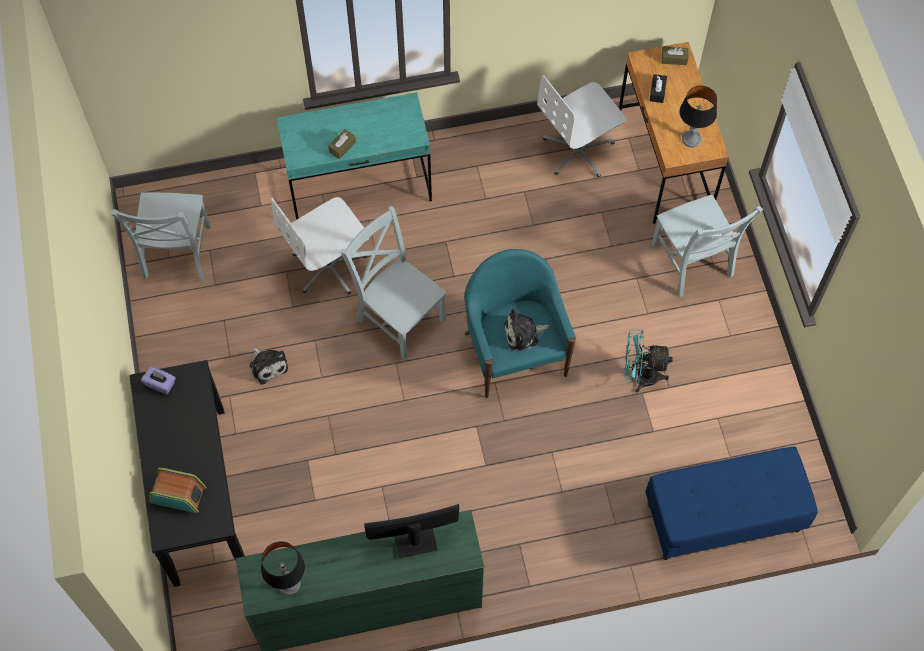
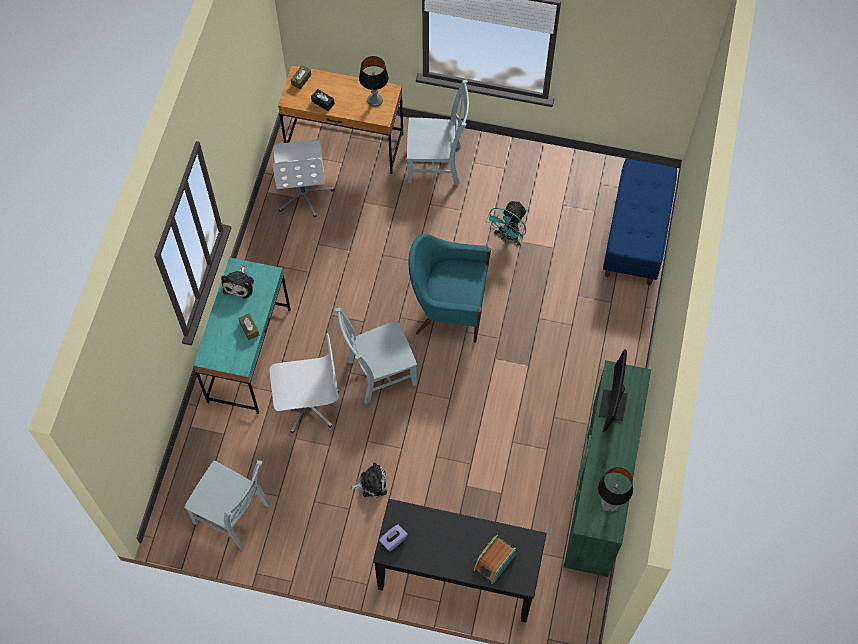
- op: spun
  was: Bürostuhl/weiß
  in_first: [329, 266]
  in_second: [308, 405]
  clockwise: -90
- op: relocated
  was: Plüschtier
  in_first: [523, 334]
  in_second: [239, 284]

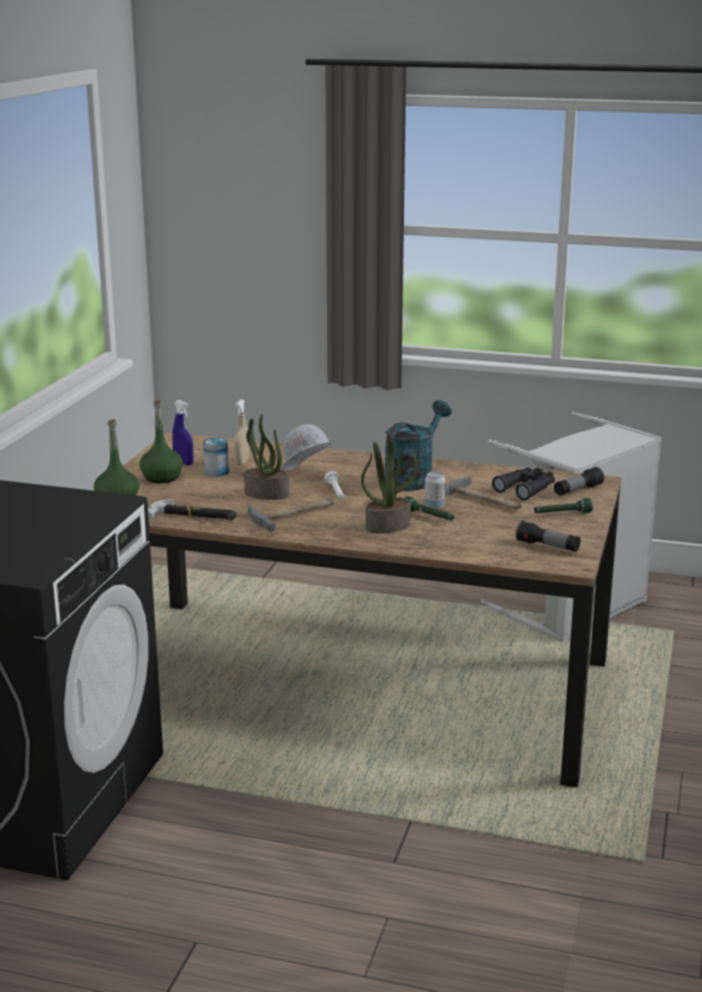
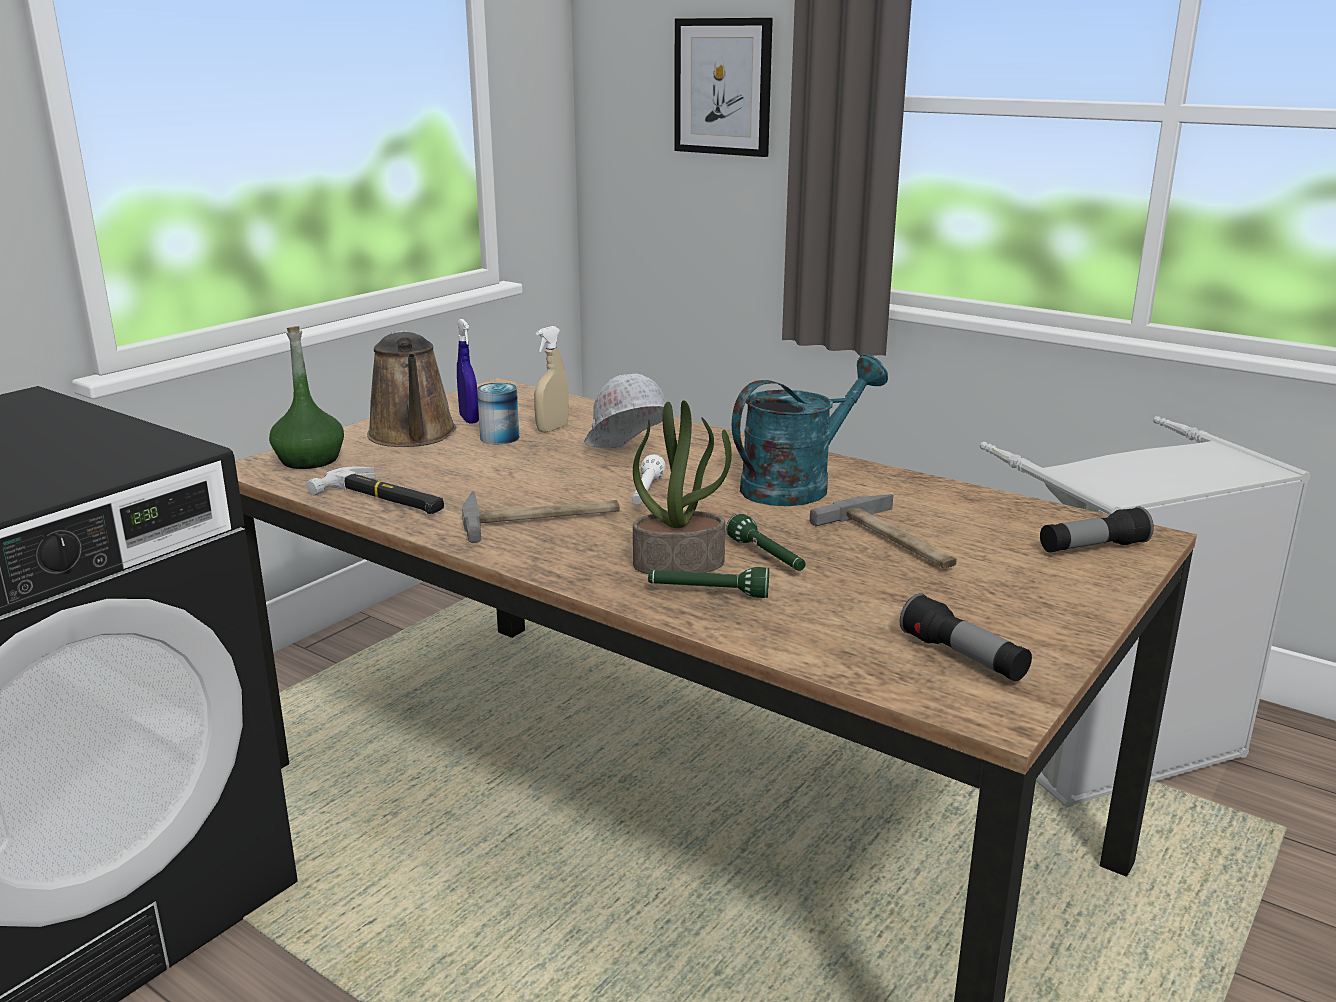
- op: exchanged
  was: Flasche/grün
  now: Gießkanne/braun
  in_first: [162, 477]
  in_second: [413, 436]
- op: missing
  was: Topfpflanze
  in_first: [266, 494]
- op: missing
  was: Fernglas/schwarz
  in_first: [527, 489]
- op: missing
  was: Dose
  in_first: [434, 507]
- op: relocated
  was: Taschenlampe/grün
  in_first: [562, 514]
  in_second: [708, 593]
- op: appeared
  now: Bild
  in_second: [723, 87]

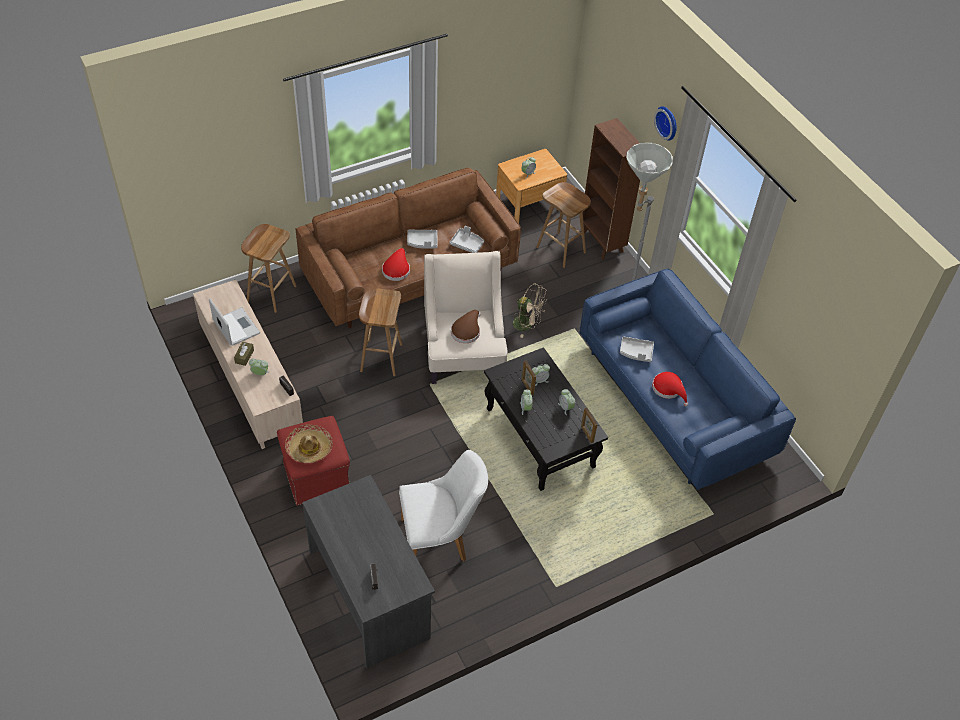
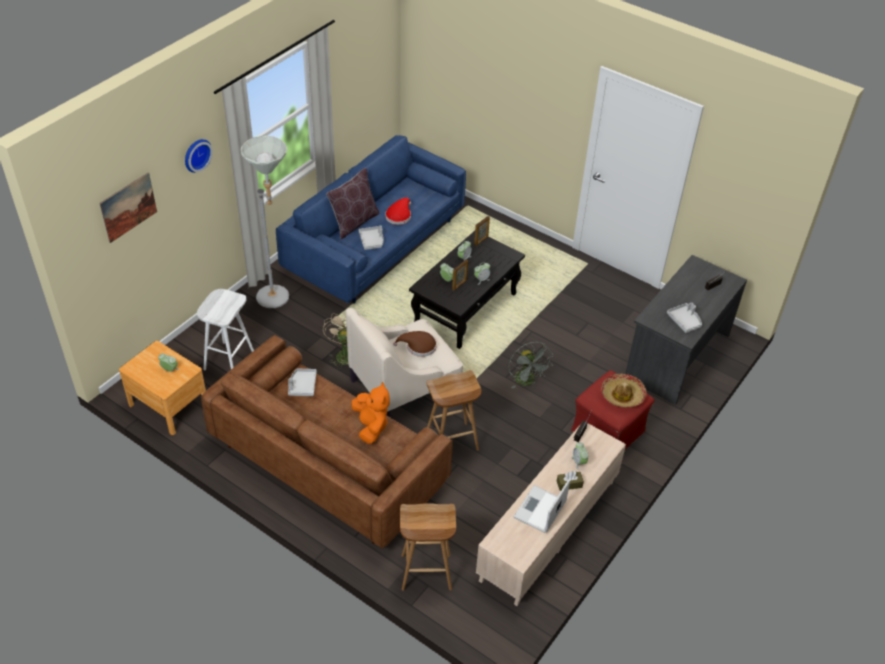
- op: missing
  was: Bücherregal/braun
  in_first: [602, 243]
- op: colour
  was: Hocker/braun
  now: Hocker/weiß
  in_first: [561, 250]
  in_second: [229, 359]
- op: relocated
  was: Tablett/grau
  in_first: [422, 242]
  in_second: [684, 321]
- op: exchanged
  was: Hut/rot
  now: Plüschtier/orange
  in_first: [396, 269]
  in_second: [371, 426]
- op: missing
  was: Stuhl/weiß
  in_first: [440, 539]
- op: appeared
  now: Kissen/braun
  in_second: [354, 222]
- op: appeared
  now: Bild
  in_second: [128, 207]
- op: appeared
  now: Ventilator/grau
  in_second: [527, 381]

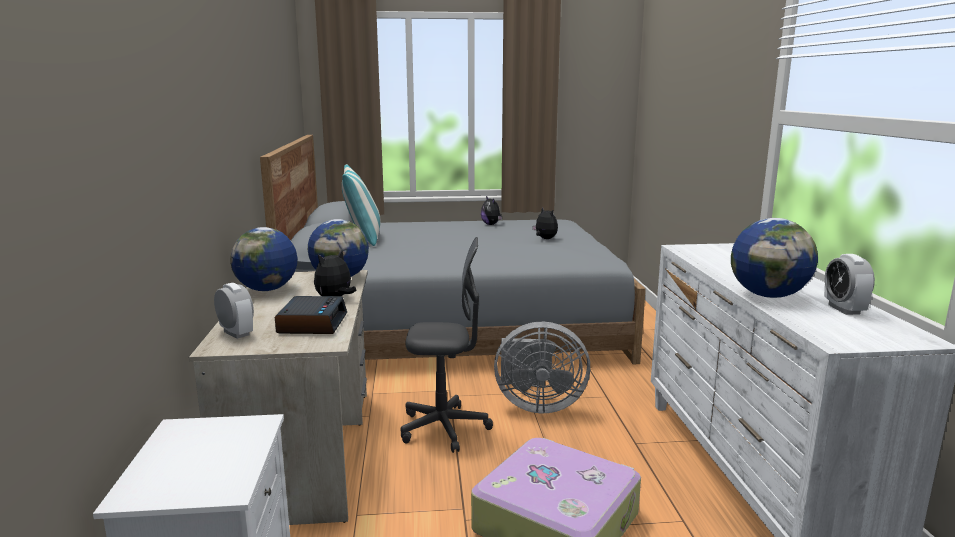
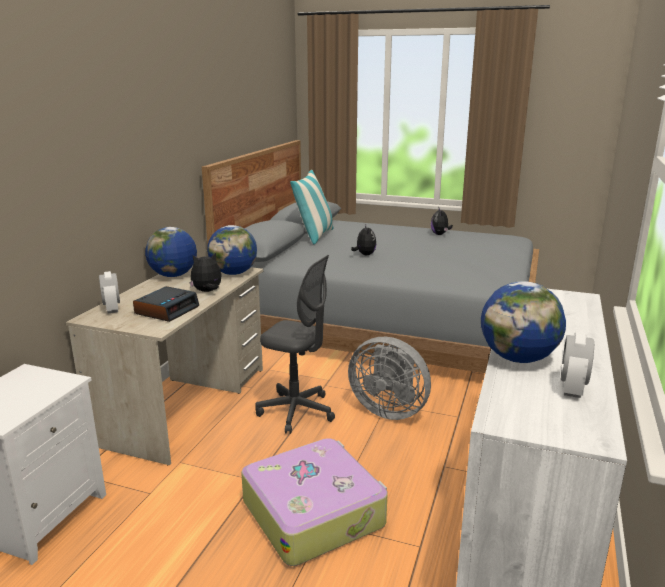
- op: relocated
  was: Plüschtier
  in_first: [544, 239]
  in_second: [364, 254]

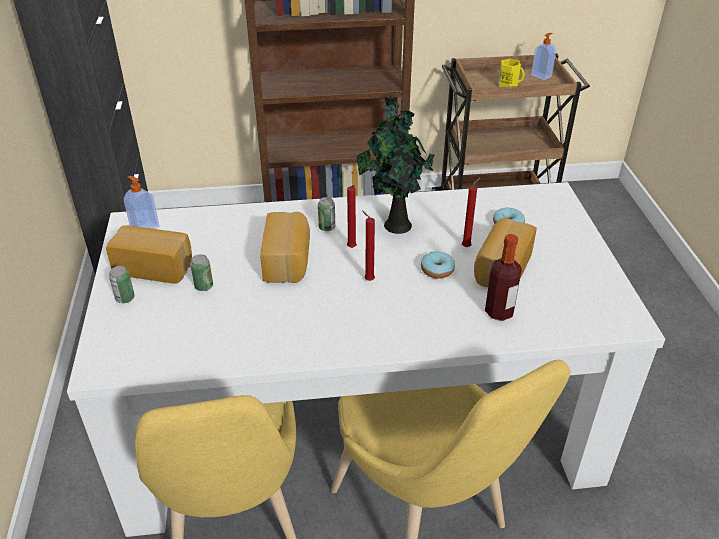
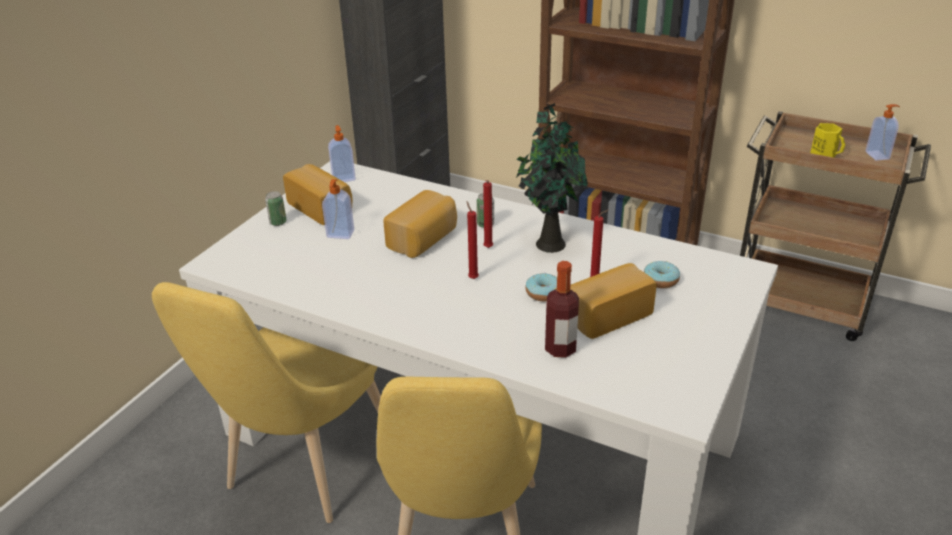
- op: exchanged
  was: Dose
  now: Seifenspender
  in_first: [204, 286]
  in_second: [340, 234]

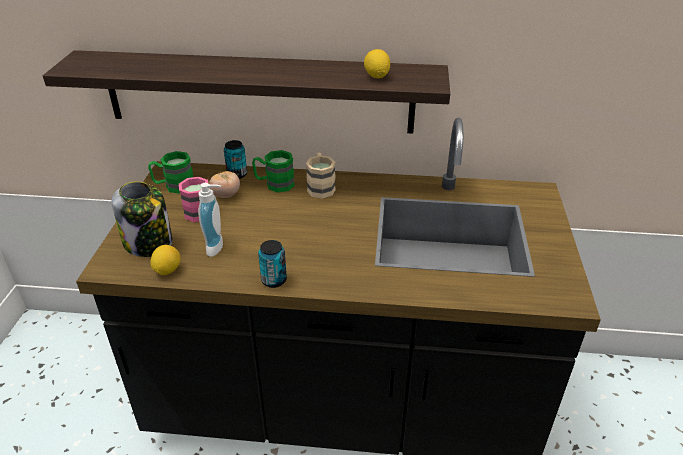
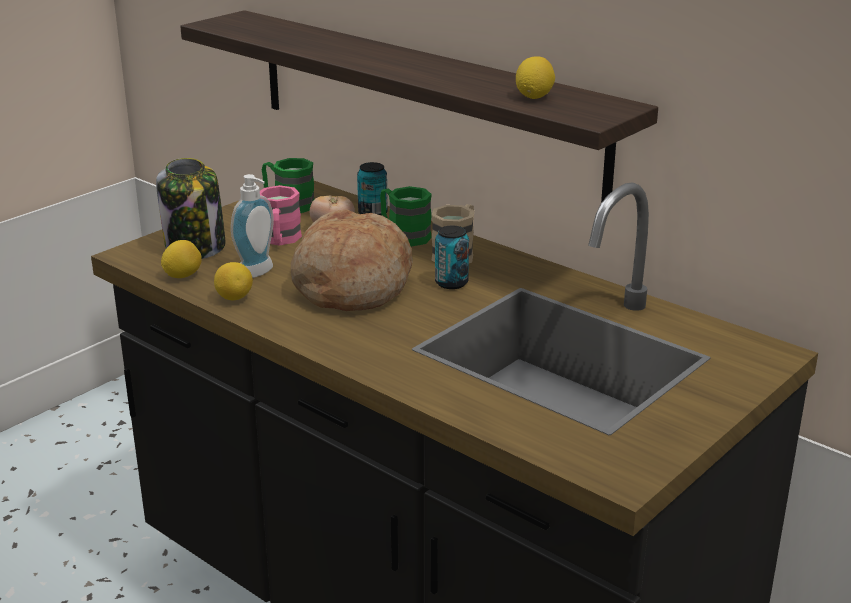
- op: relocated
  was: Dose
  in_first: [274, 280]
  in_second: [451, 283]
- op: appeared
  now: Brot
  in_second: [351, 285]
- op: appeared
  now: Zitrone
  in_second: [234, 298]

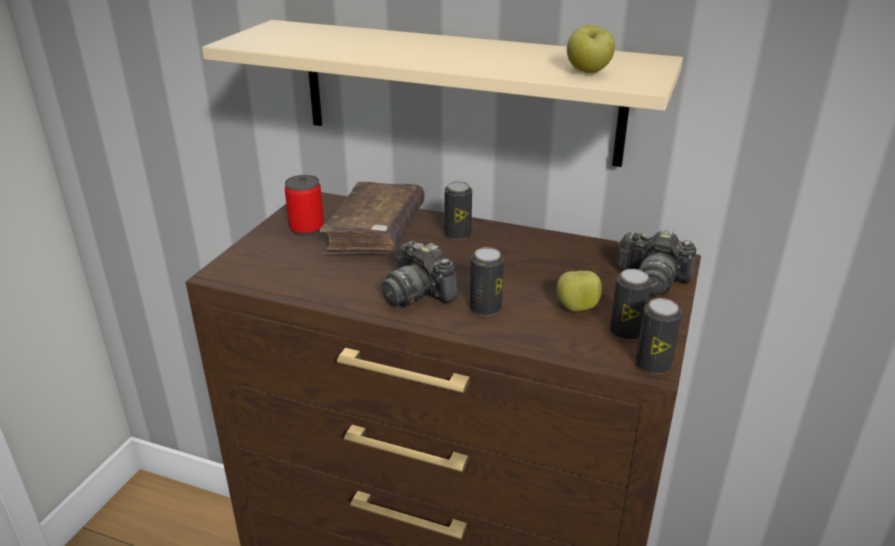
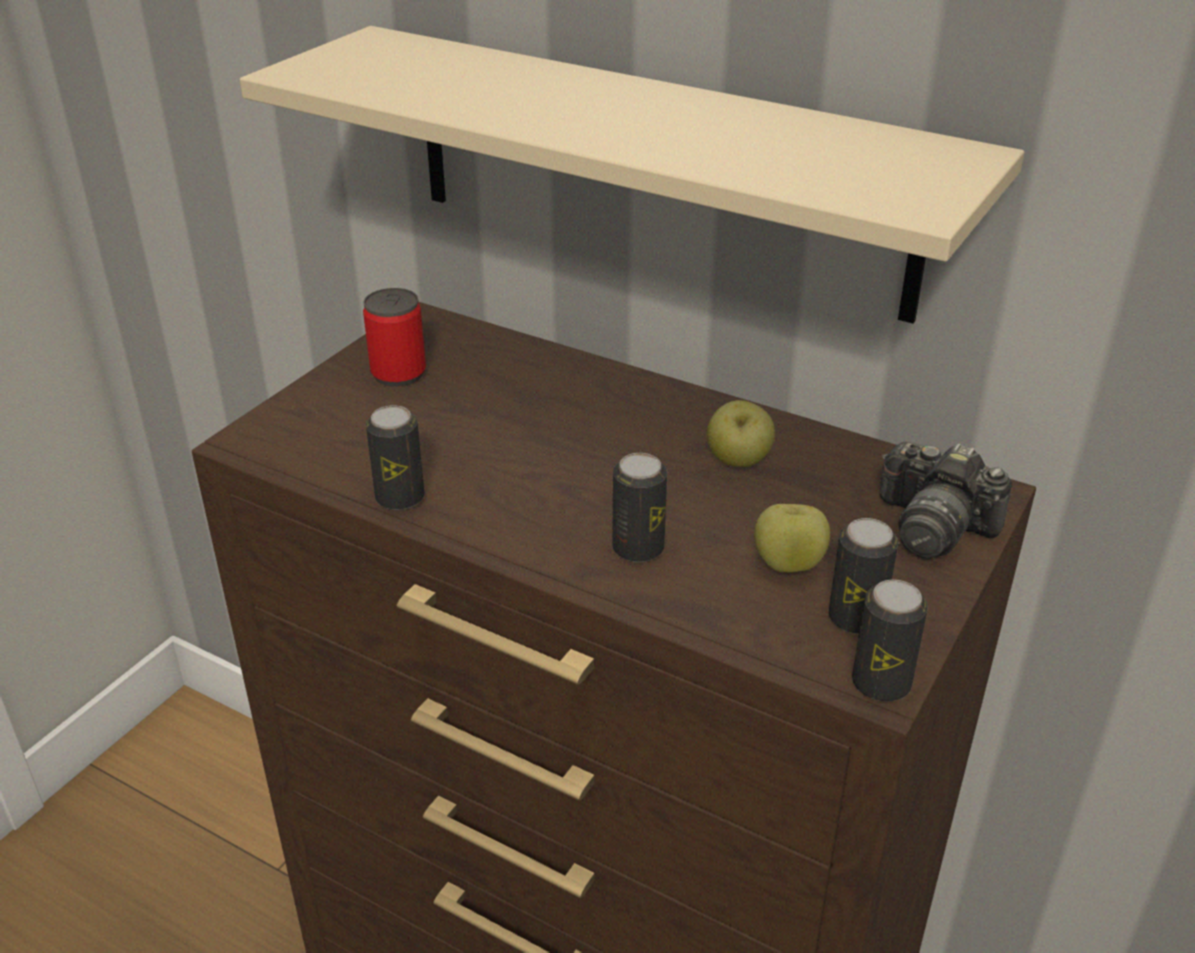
- op: relocated
  was: Apfel
  in_first: [588, 72]
  in_second: [738, 462]
- op: relocated
  was: Dose
  in_first: [457, 234]
  in_second: [400, 498]
- op: missing
  was: Buch/braun
  in_first: [376, 232]
- op: missing
  was: Kamera
  in_first: [417, 293]

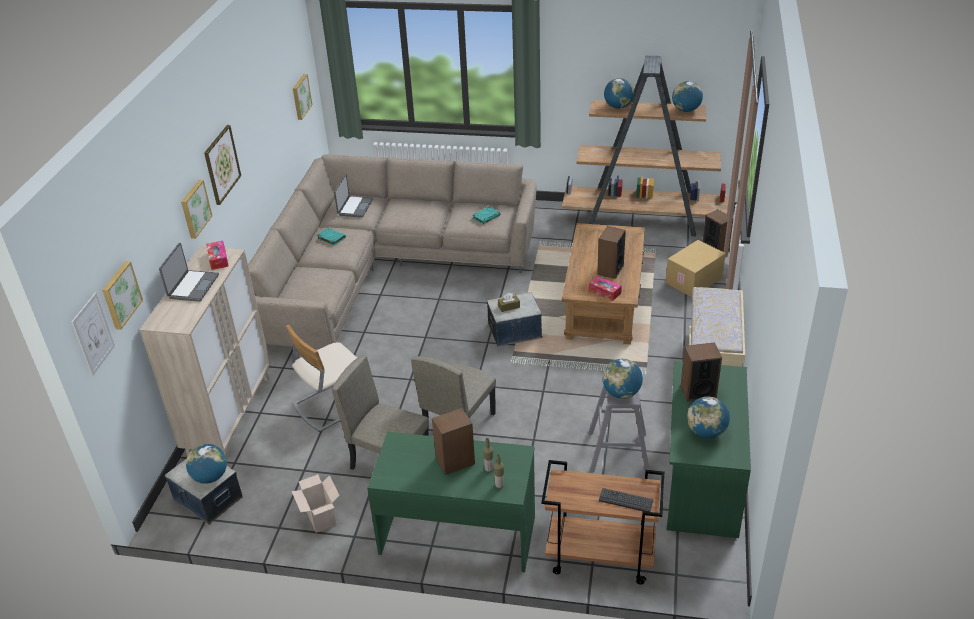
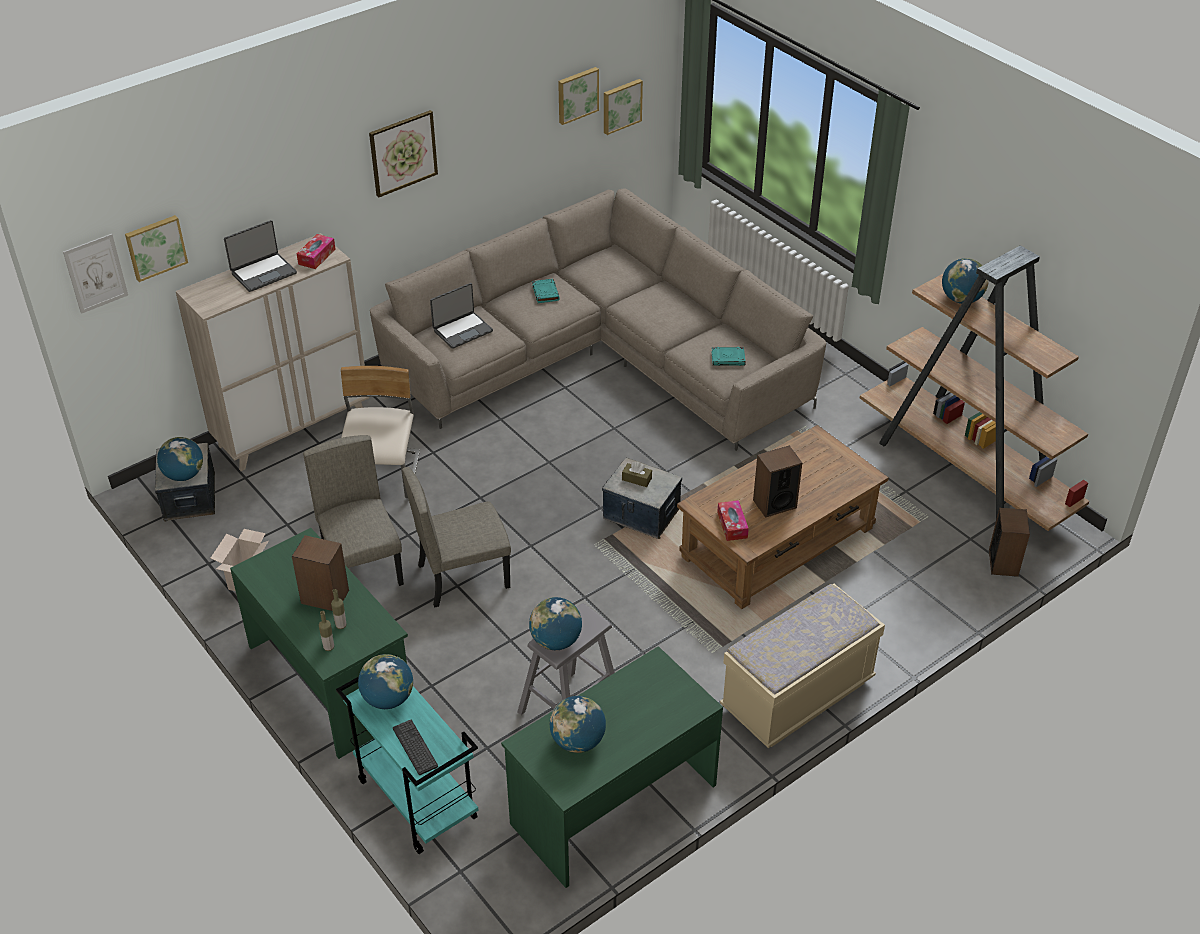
- op: relocated
  was: Globus
  in_first: [686, 110]
  in_second: [388, 699]
- op: relocated
  was: Laptop
  in_first: [354, 207]
  in_second: [462, 330]
- op: relocated
  was: Bild
  in_first: [194, 208]
  in_second: [577, 95]
- op: missing
  was: Karton
  in_first: [694, 281]
- op: spun
  was: Stuhl/beige
  in_first: [331, 404]
  in_second: [383, 476]
  clockwise: 90
- op: missing
  was: Lautsprecher
  in_first: [698, 391]
- op: colour
  was: Rollwagen/braun
  now: Rollwagen/türkis
  in_first: [599, 558]
  in_second: [415, 799]

